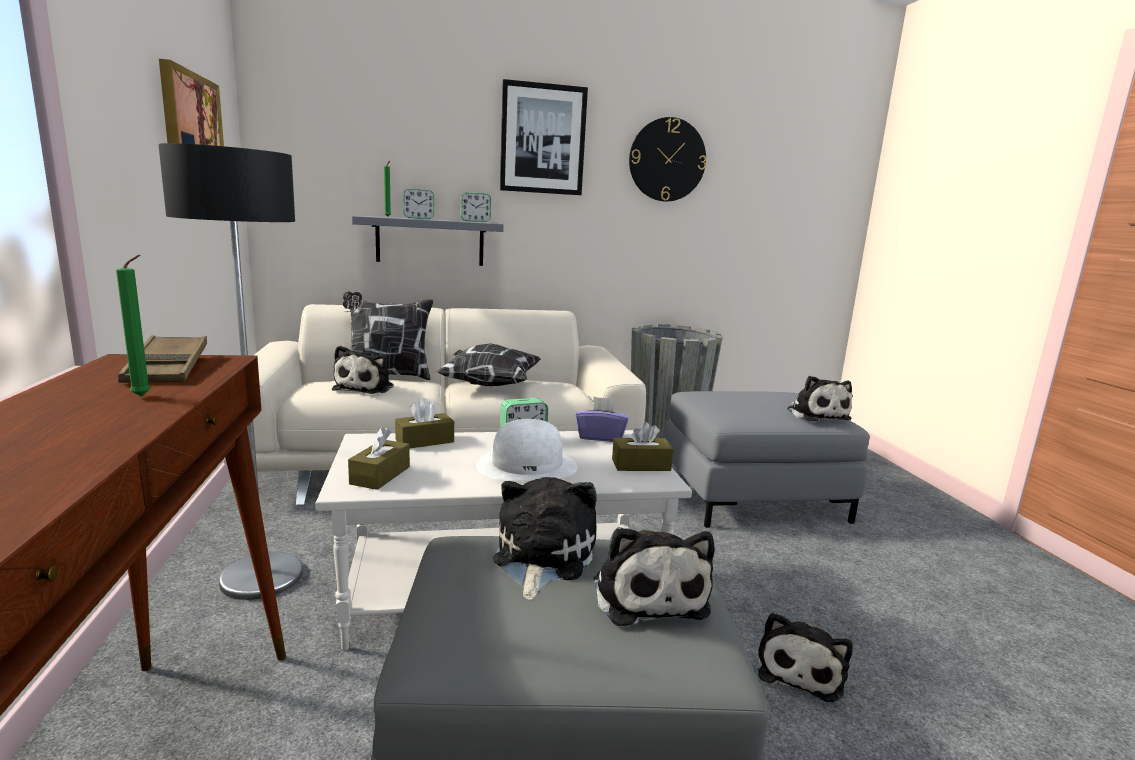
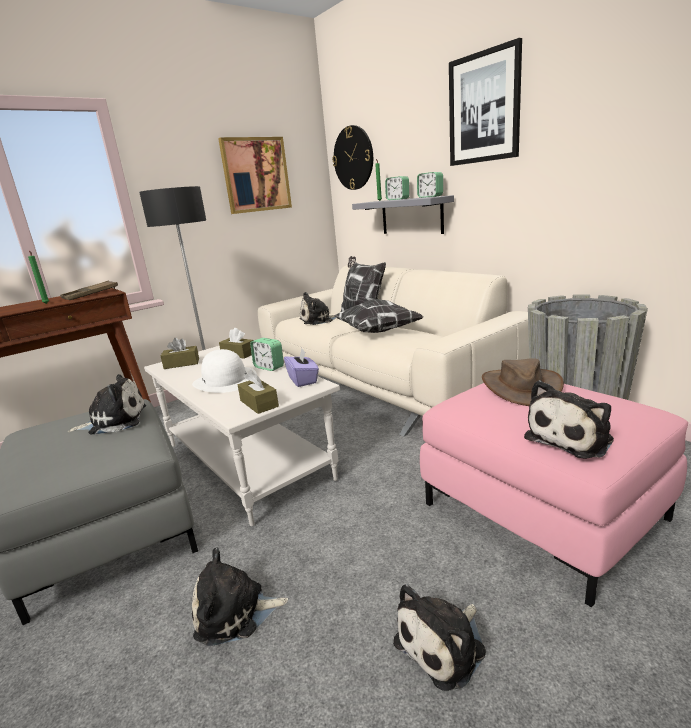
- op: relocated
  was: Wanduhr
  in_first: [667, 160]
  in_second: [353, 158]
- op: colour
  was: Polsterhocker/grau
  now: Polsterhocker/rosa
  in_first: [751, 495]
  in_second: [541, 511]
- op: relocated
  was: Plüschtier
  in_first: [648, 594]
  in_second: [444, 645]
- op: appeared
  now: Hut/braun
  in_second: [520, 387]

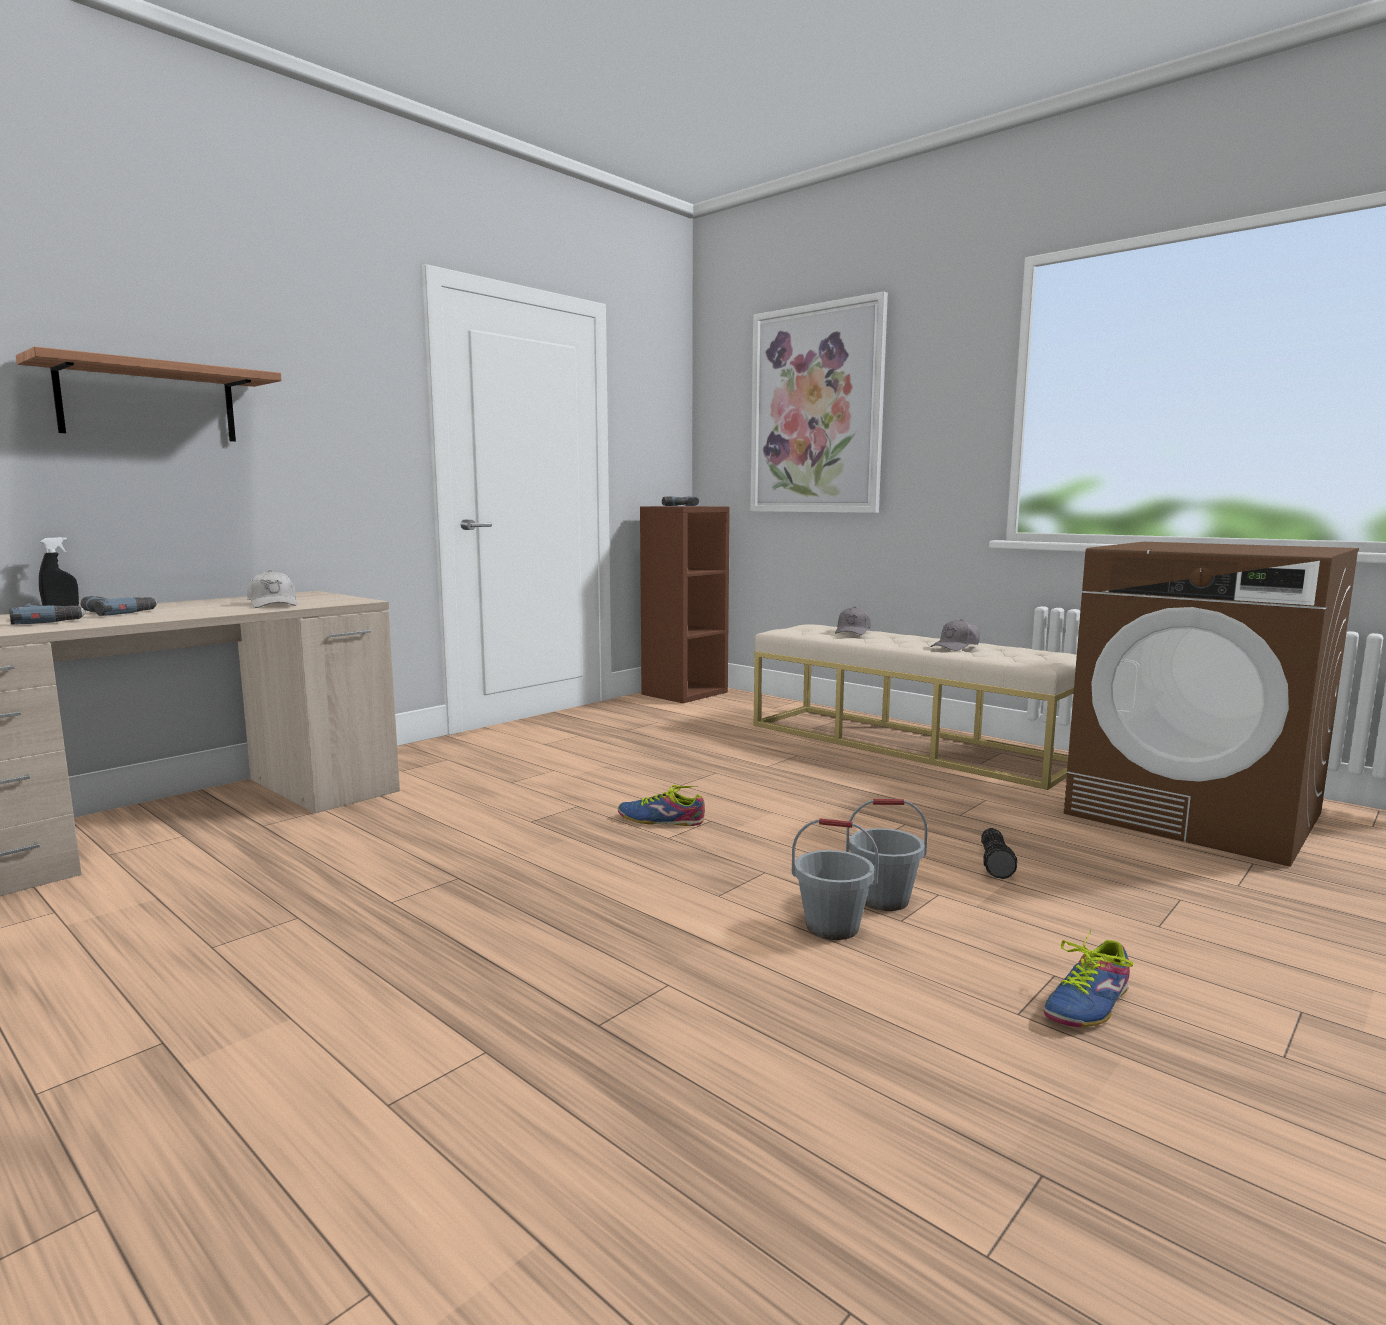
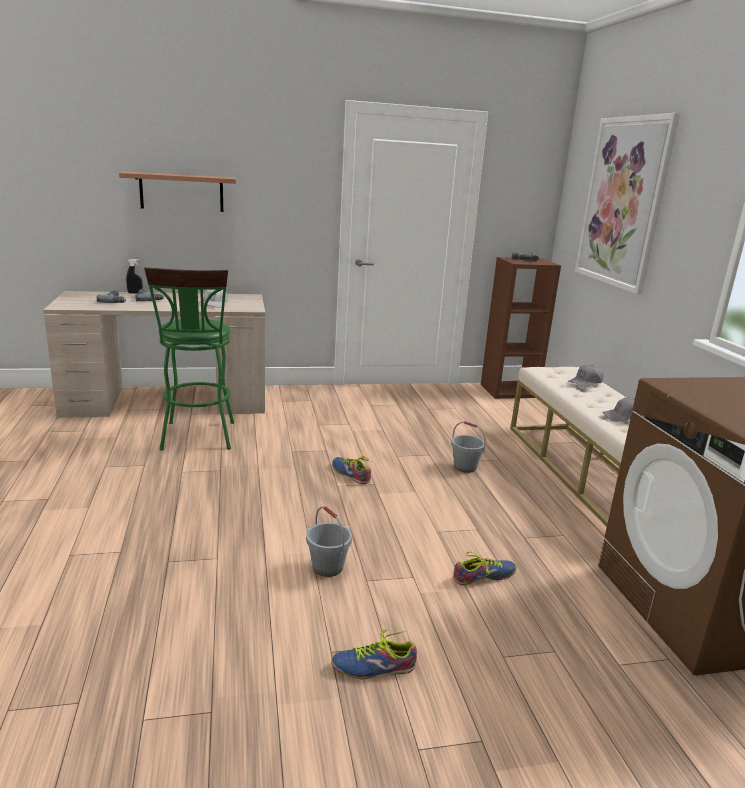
- op: relocated
  was: Eimer/grau
  in_first: [884, 899]
  in_second: [465, 467]
- op: exchanged
  was: Taschenlampe
  now: Schuh
  in_first: [997, 863]
  in_second: [483, 576]
- op: appeared
  now: Hocker/grün
  in_second: [198, 438]

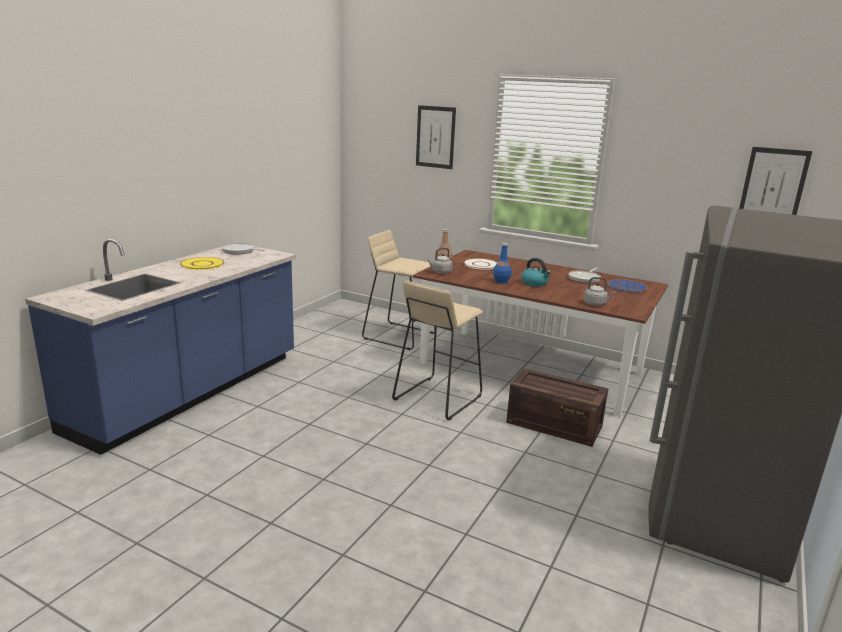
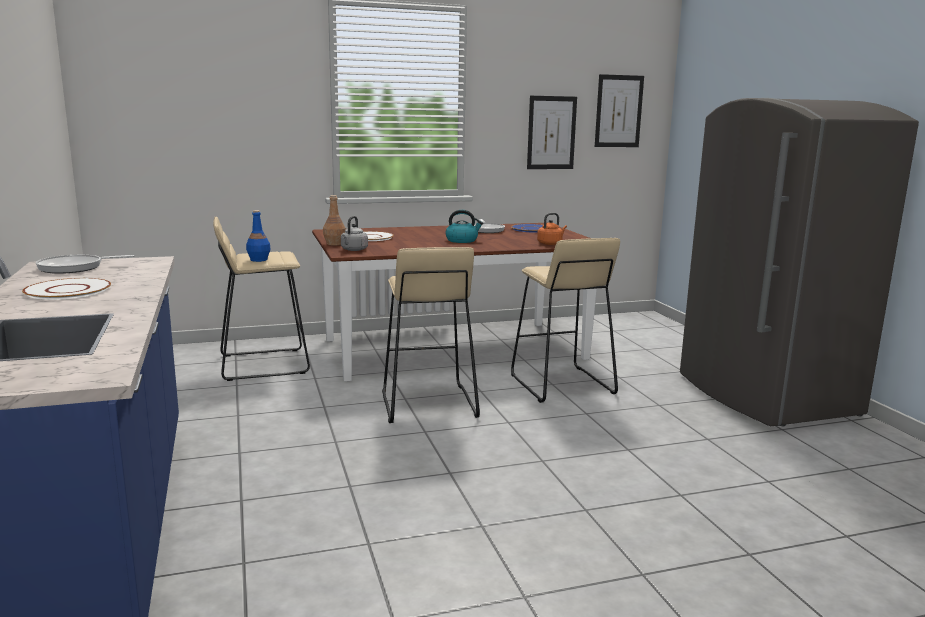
- op: relocated
  was: Bild
  in_first: [435, 137]
  in_second: [551, 133]
- op: relocated
  was: Flasche/blau
  in_first: [501, 281]
  in_second: [259, 260]
- op: colour
  was: Teller/gelb
  now: Teller/weiß
  in_first: [202, 264]
  in_second: [68, 290]
- op: colour
  was: Wasserkessel/grau
  now: Wasserkessel/orange
  in_first: [596, 304]
  in_second: [550, 243]
- op: exchanged
  was: Kiste
  now: Hocker/beige
  in_first: [552, 425]
  in_second: [561, 384]

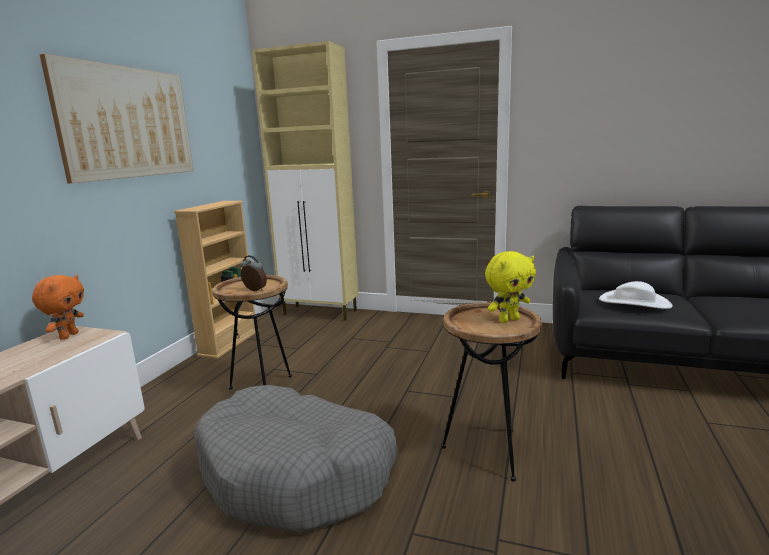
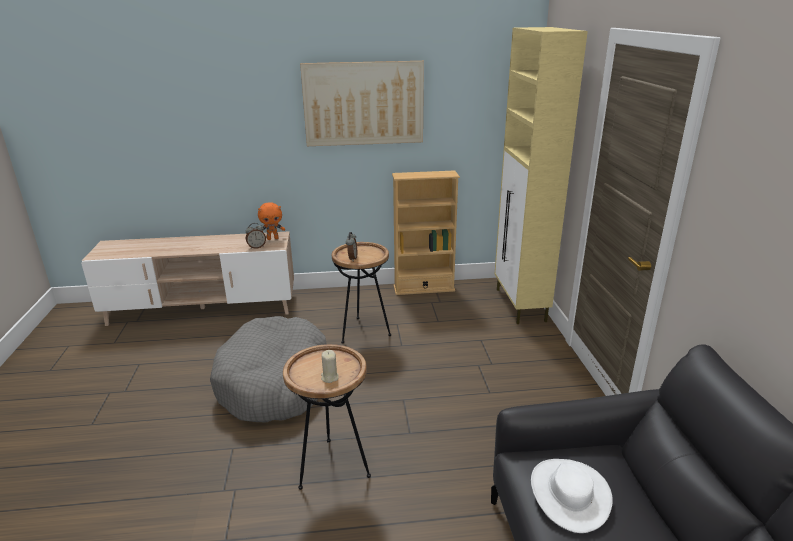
- op: exchanged
  was: Plüschtier/gelb
  now: Kerze/beige
  in_first: [508, 320]
  in_second: [329, 377]
- op: appeared
  now: Wecker
  in_second: [256, 247]

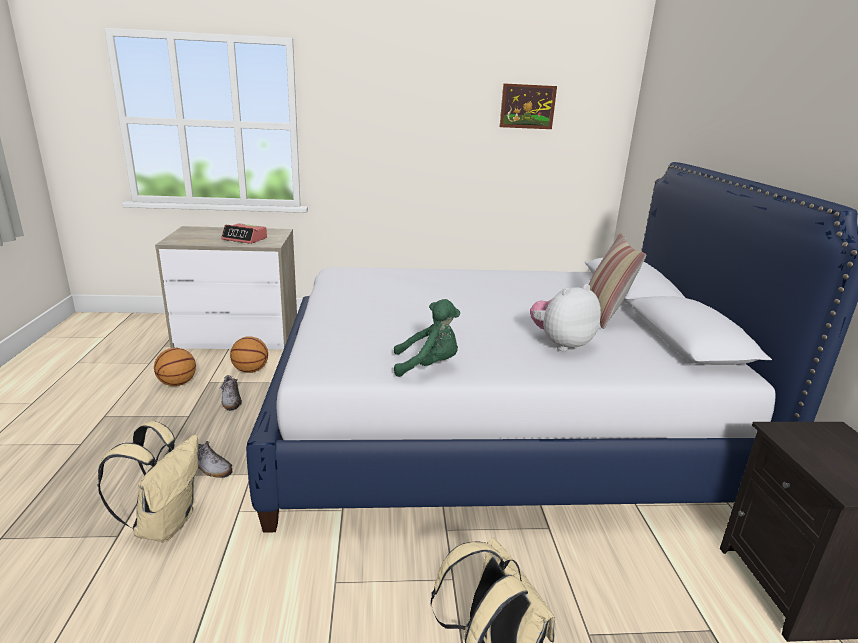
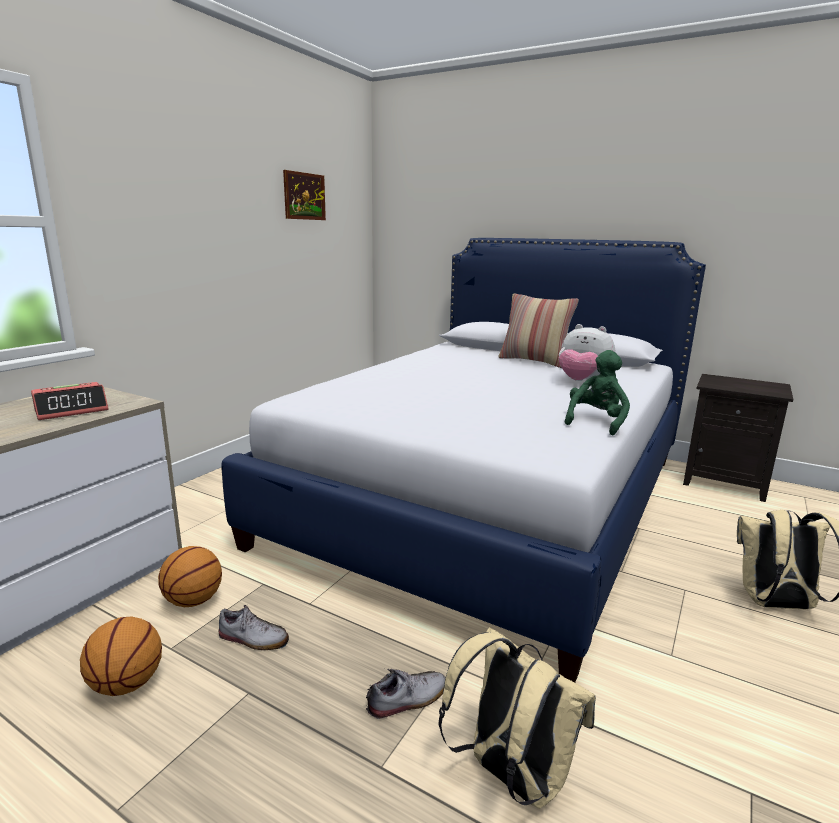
- op: spun
  was: Plüschtier
  in_first: [561, 344]
  in_second: [582, 382]
  clockwise: -60

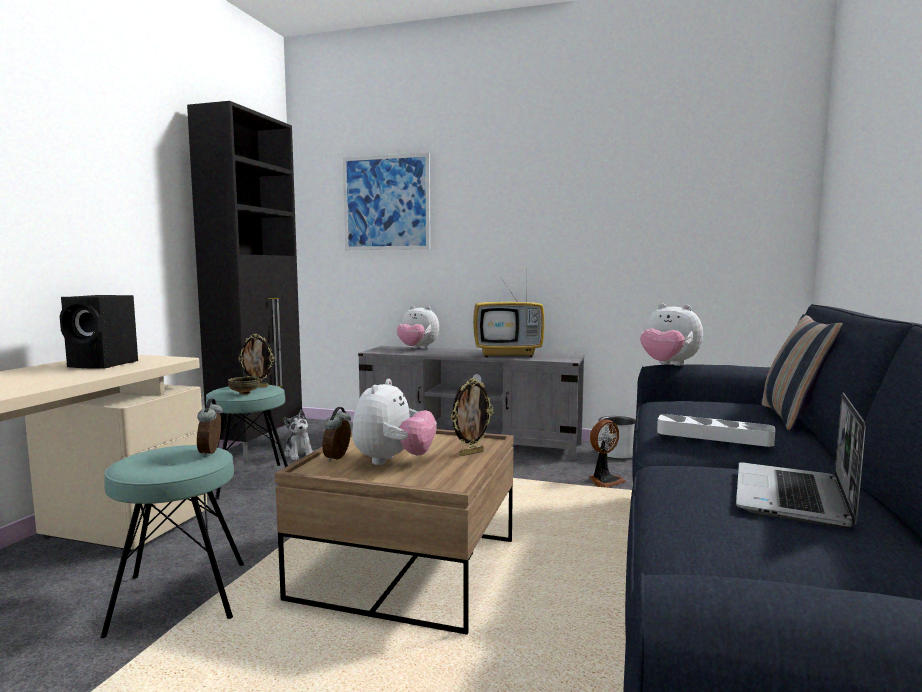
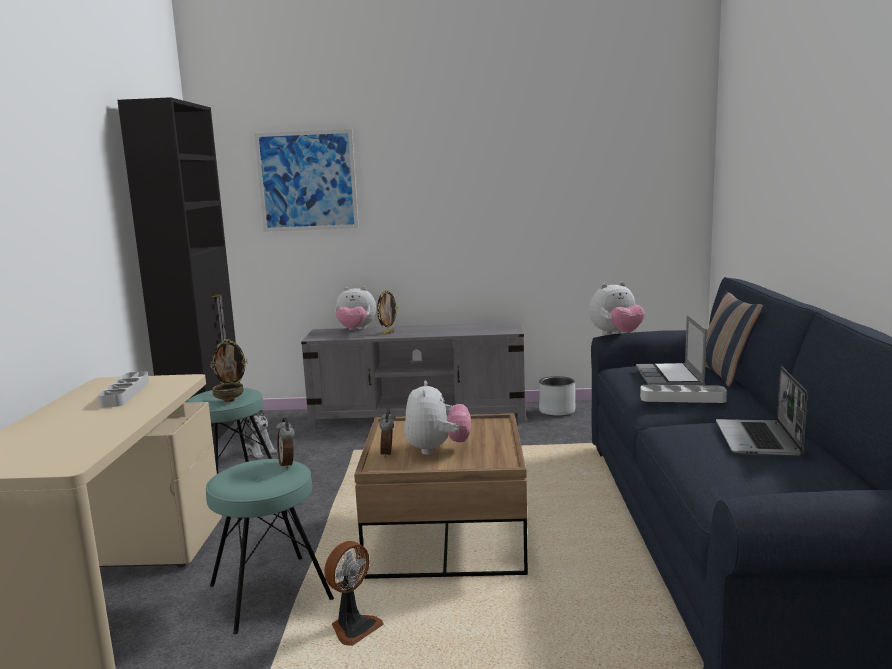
- op: missing
  was: Fernseher
  in_first: [509, 355]
- op: exchanged
  was: Lautsprecher/schwarz
  now: Tablett/grau
  in_first: [104, 364]
  in_second: [125, 393]
- op: spun
  was: Plüschtier
  in_first: [668, 365]
  in_second: [616, 335]
  clockwise: -45
- op: relocated
  was: Bilderrahmen
  in_first: [471, 453]
  in_second: [388, 333]
- op: relocated
  was: Ventilator
  in_first: [604, 481]
  in_second: [353, 628]
- op: appeared
  now: Laptop
  in_second: [670, 377]

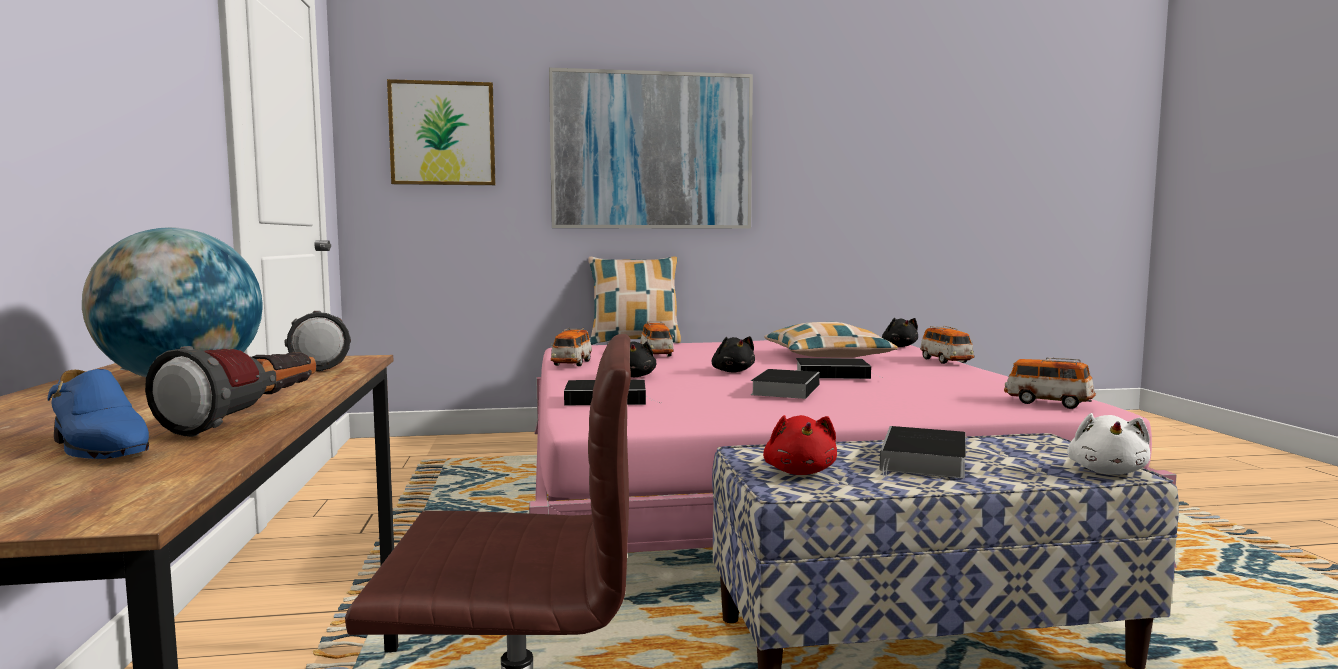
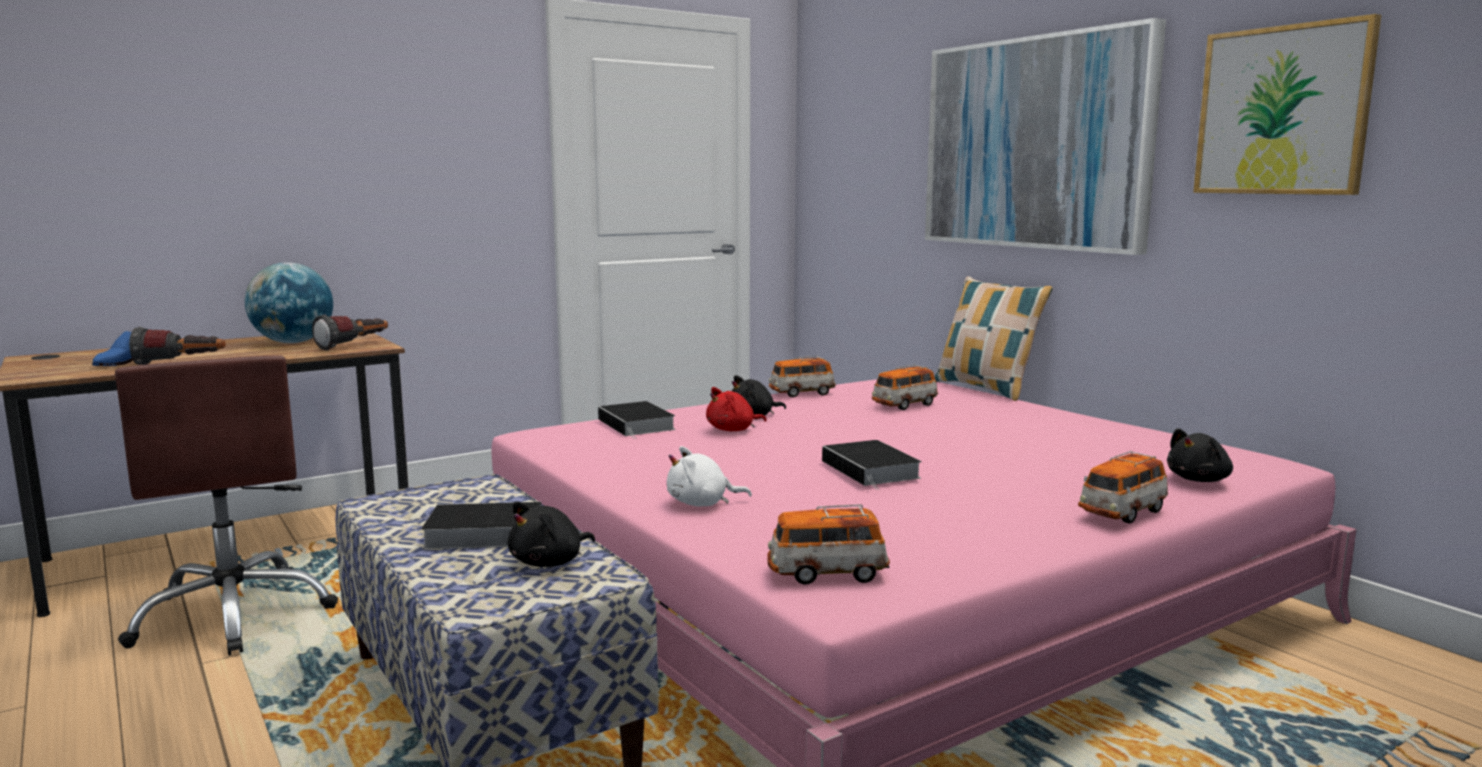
- op: relocated
  was: Bild
  in_first: [442, 133]
  in_second: [1282, 111]
- op: missing
  was: Kissen
  in_first: [827, 357]
- op: relocated
  was: Plüschtier/schwarz
  in_first: [732, 371]
  in_second: [550, 562]
- op: spun
  was: Spielzeugauto
  in_first: [1048, 403]
  in_second: [827, 574]
  clockwise: -105
- op: missing
  was: Buch
  in_first: [785, 389]
- op: relocated
  was: Plüschtier/weiß
  in_first: [1107, 472]
  in_second: [702, 504]
- op: relocated
  was: Plüschtier/rot
  in_first: [799, 472]
  in_second: [733, 430]

